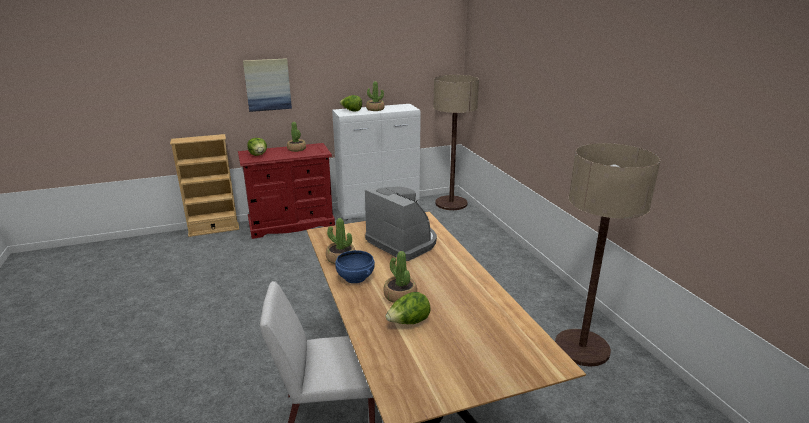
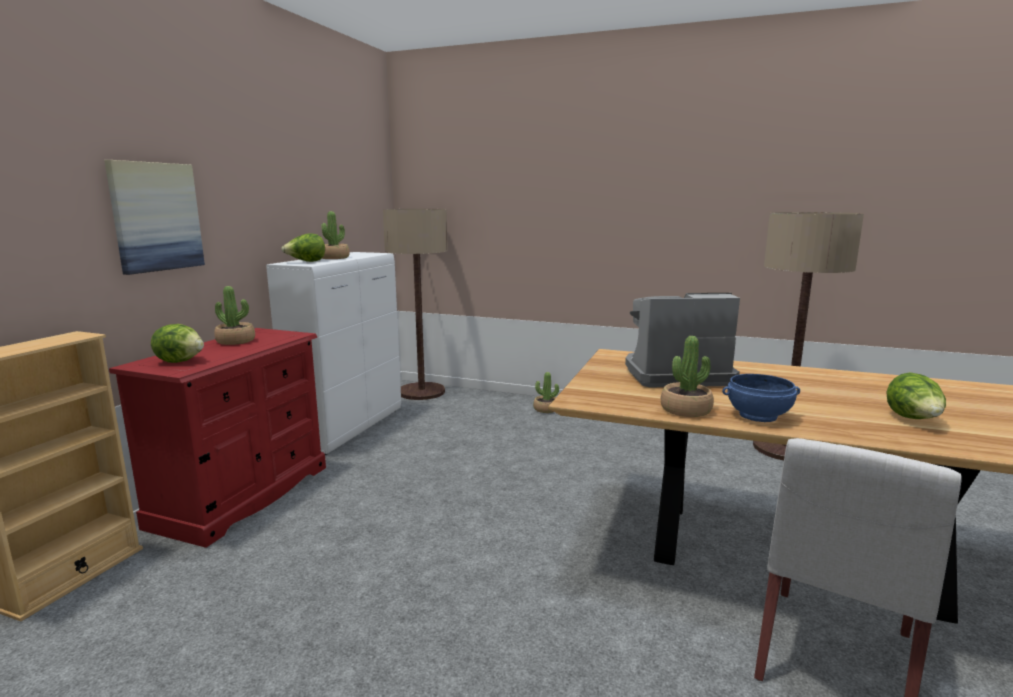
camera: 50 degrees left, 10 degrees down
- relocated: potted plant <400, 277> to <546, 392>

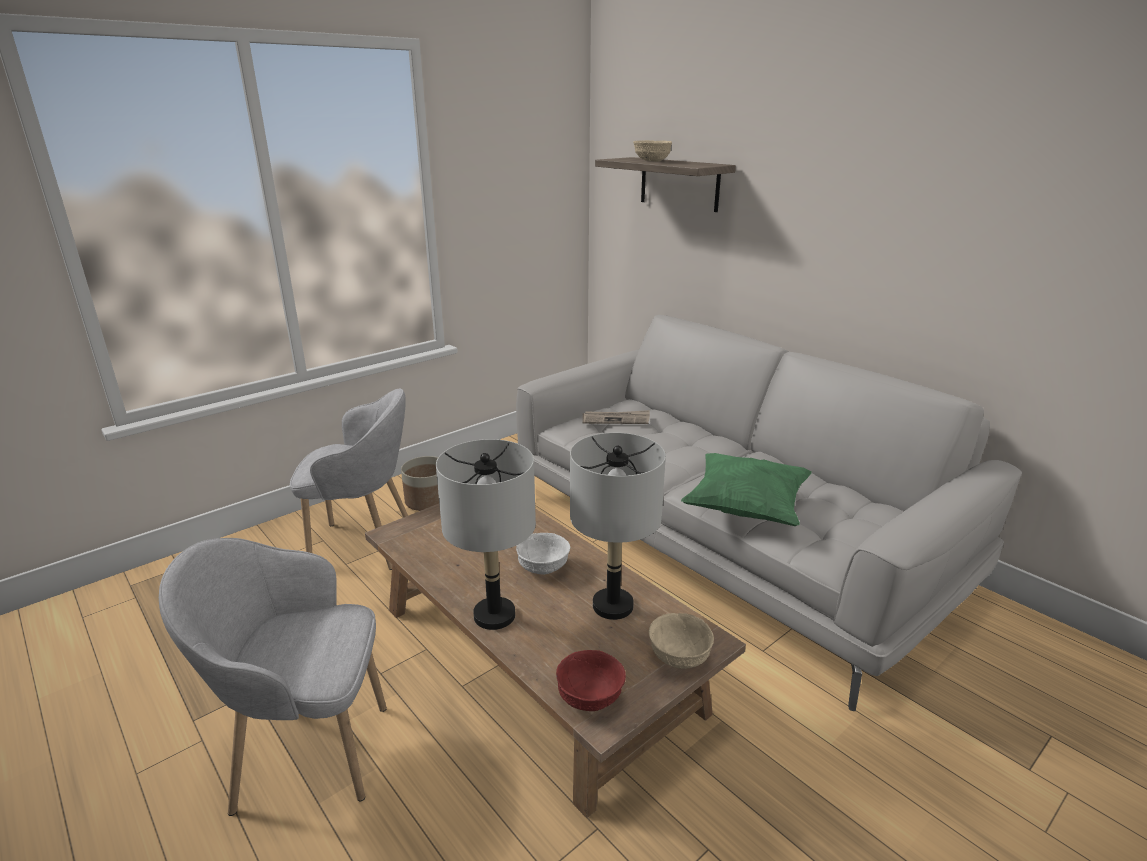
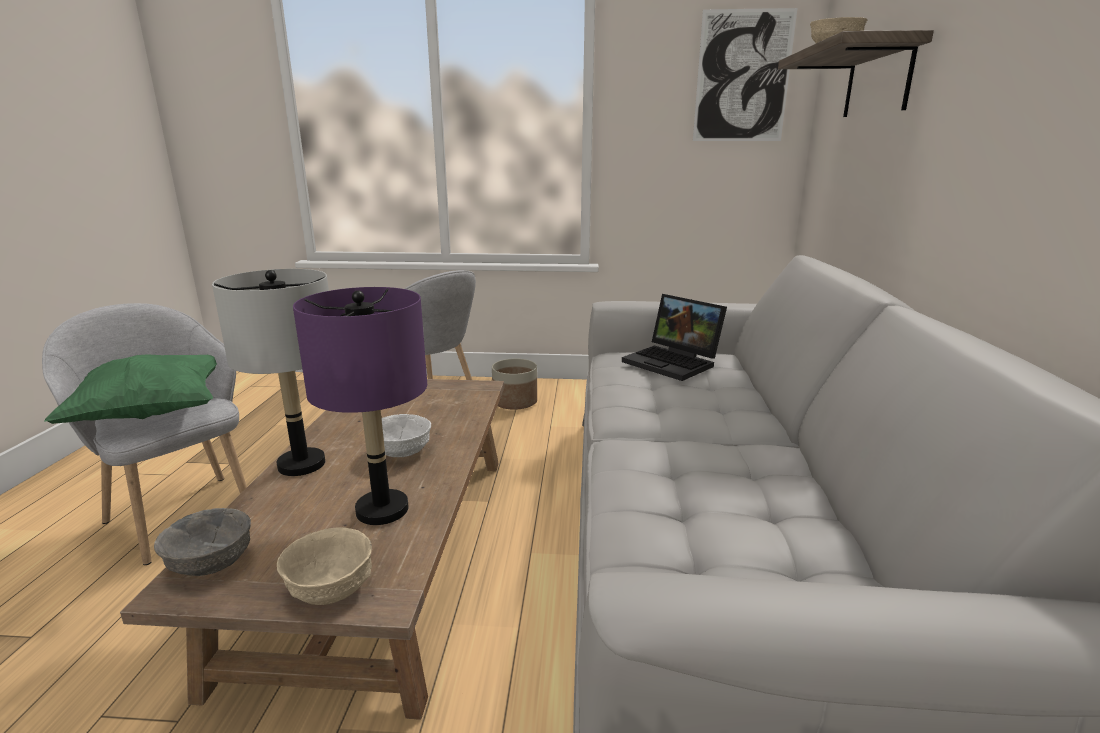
camera: 45 degrees right, 5 degrees down
- appeared: wall art <745, 74>
- relocated: greenish cushion <746, 489> to <130, 389>
- exchanged: daily paper <616, 417> to portable computer <674, 337>
- colour: red-coloured deep dish <591, 680> to gray deep dish <202, 542>
- colour: gray table lamp <618, 526> to purple-coloured table lamp <360, 406>

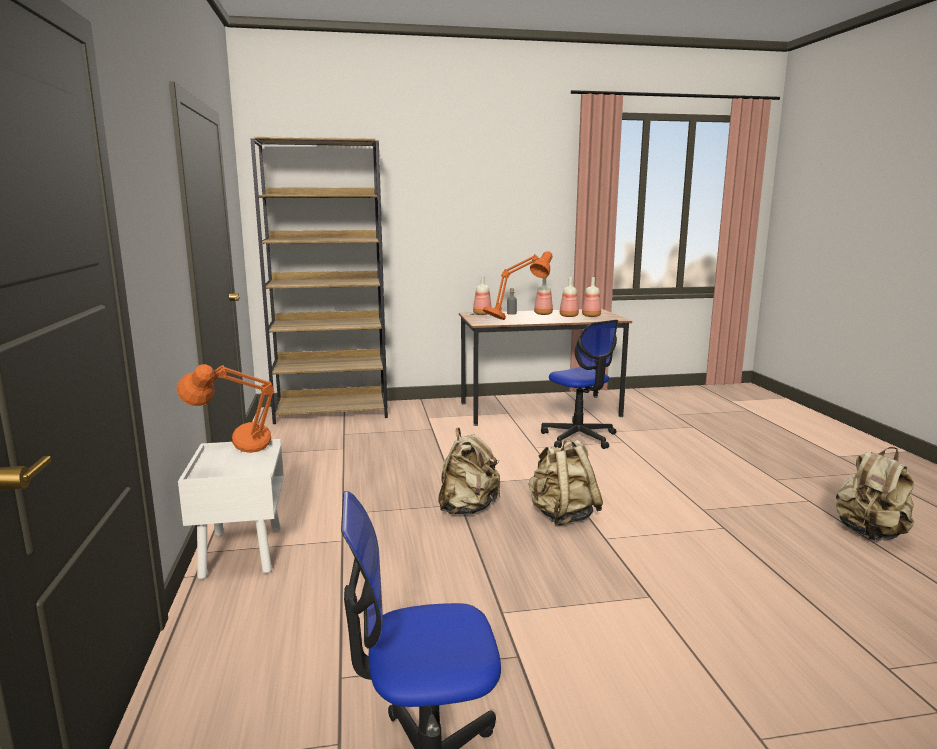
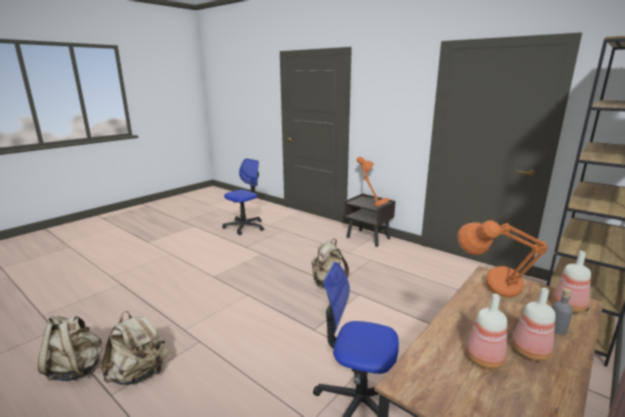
camera: 140 degrees right, 5 degrees up
- missing: beverage bottle <591, 297>
- relocated: beige-coloured knapsack <565, 482> to <134, 348>
- colour: whitish night table <231, 509> to brownish night table <369, 220>

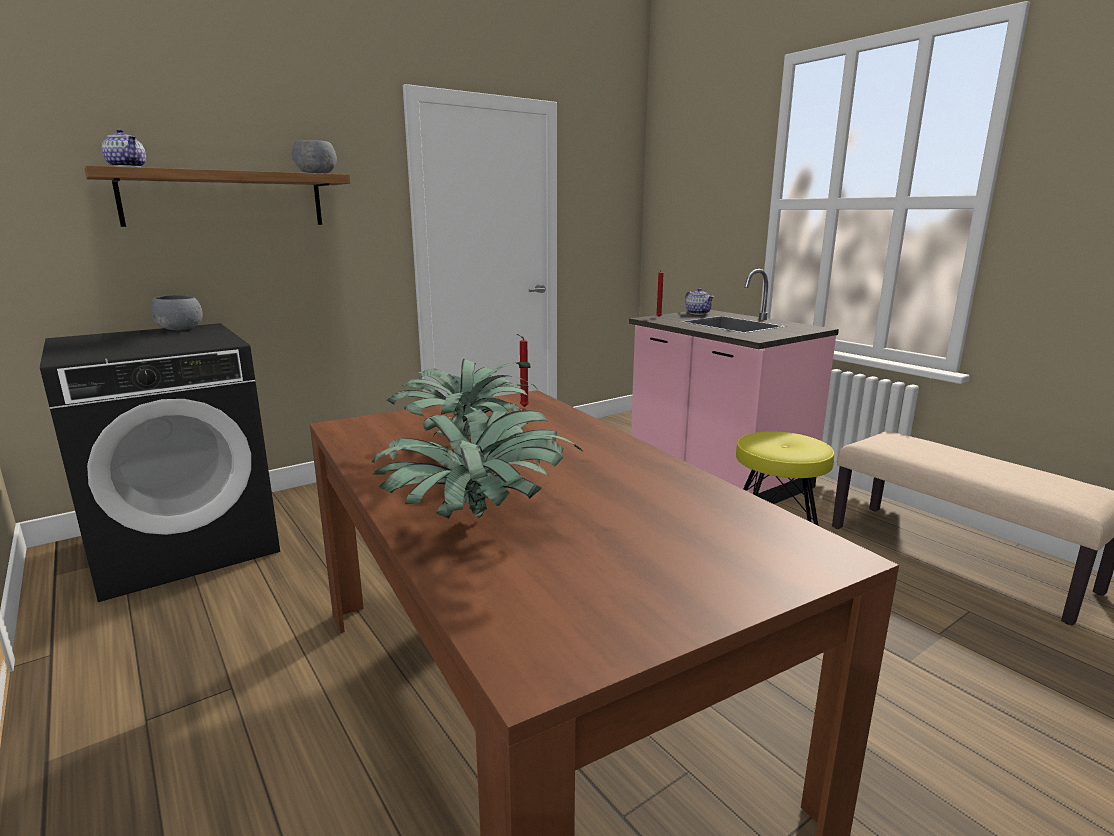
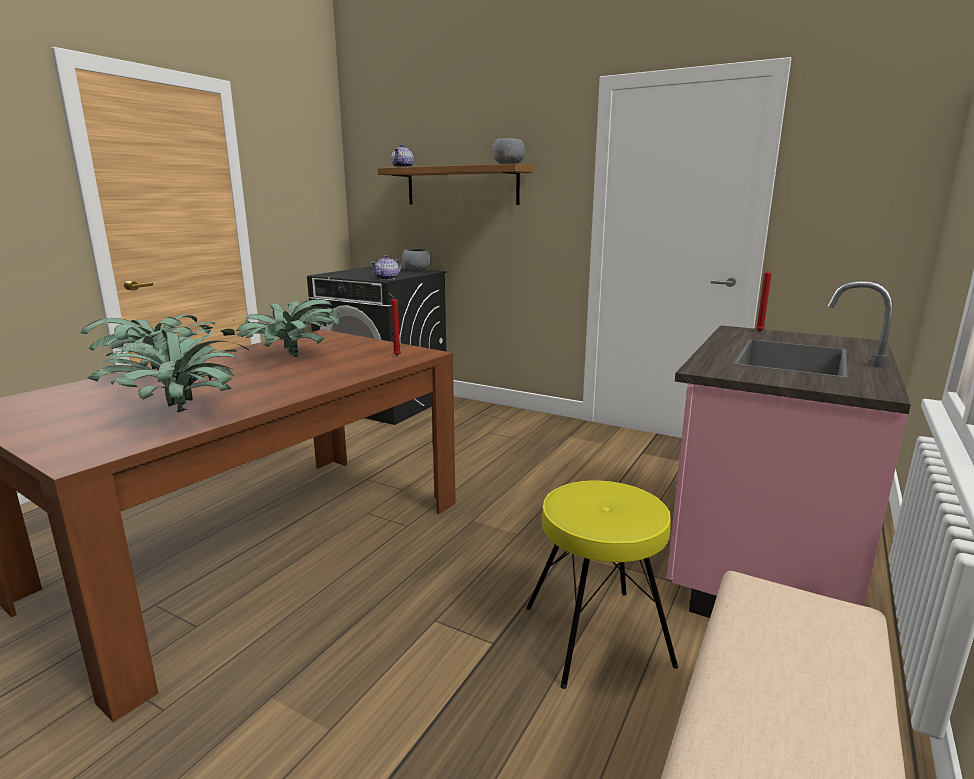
camera: 65 degrees right, 0 degrees up
- appeared: potted plant <169, 370>
- relocated: teapot <699, 301> to <386, 267>

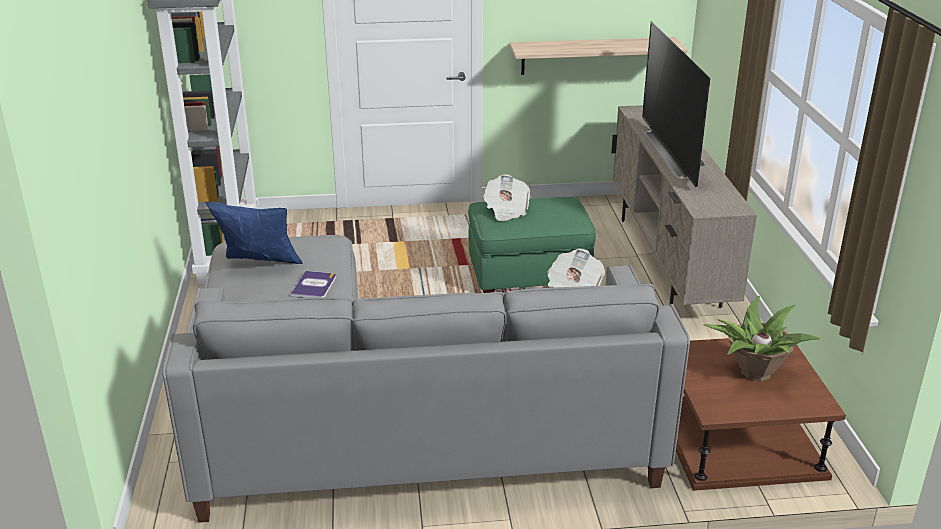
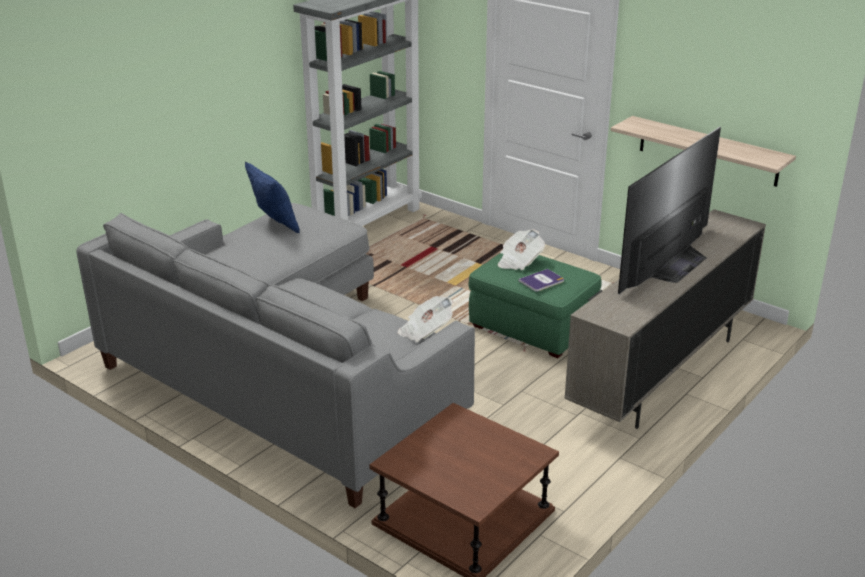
camera: 45 degrees right, 0 degrees up
- missing: potted plant <761, 338>
- relocated: bound book <313, 284> to <541, 280>

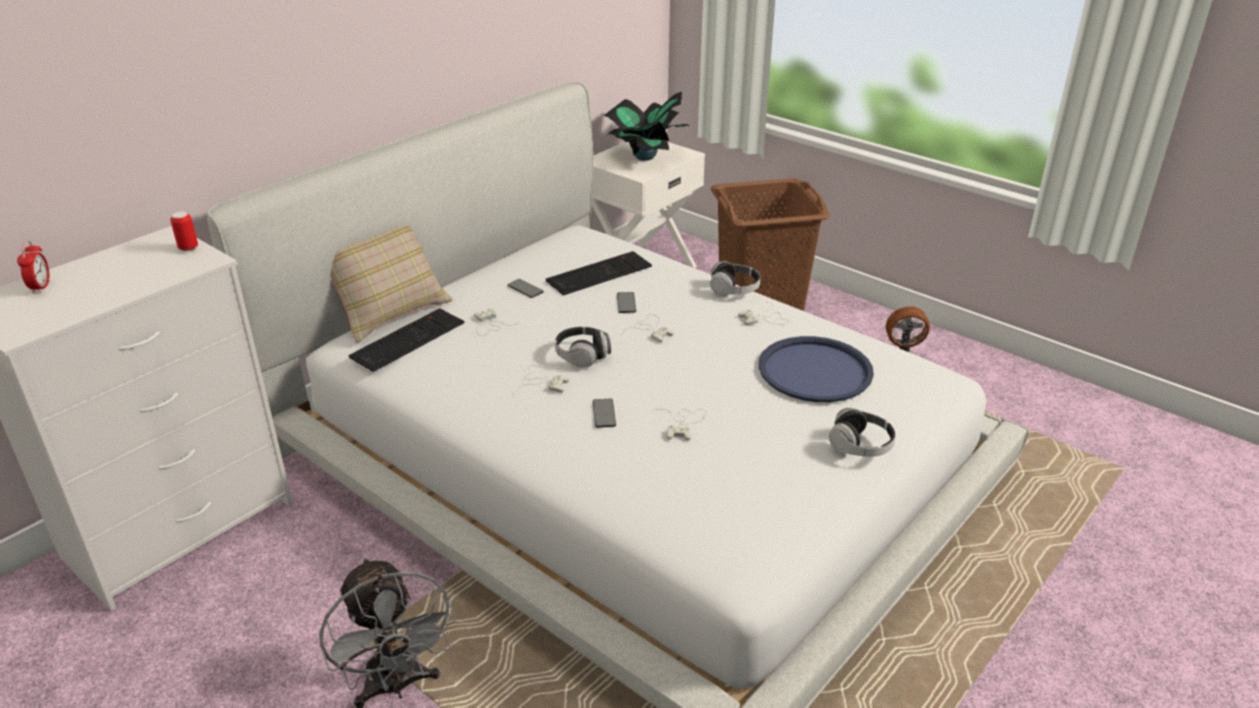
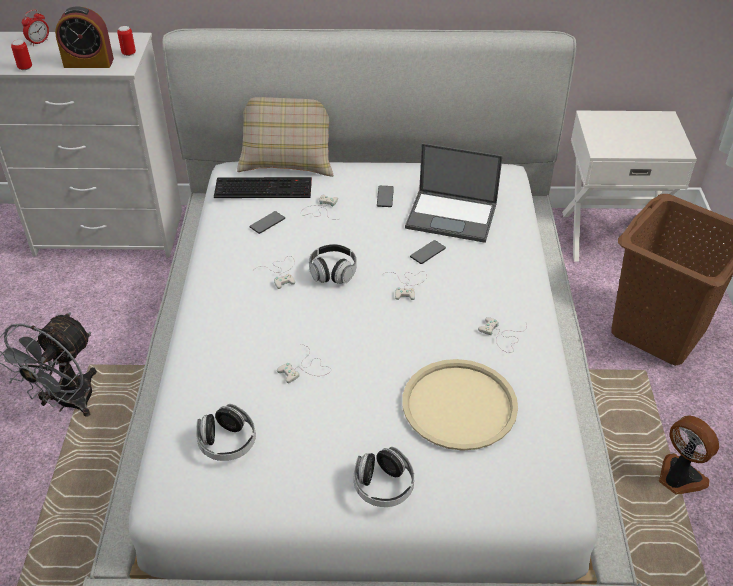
camera: 50 degrees right, 10 degrees up
- missing: potted plant <646, 126>
- appeared: sealed can <21, 55>
- appeared: table clock <84, 37>
- relocated: handset <604, 413> to <267, 222>
- relocated: headset <735, 278> to <226, 432>
- exchanged: keyboard <599, 273> to portable computer <454, 193>
- colour: blue serving tray <816, 369> to beige-coloured serving tray <460, 405>

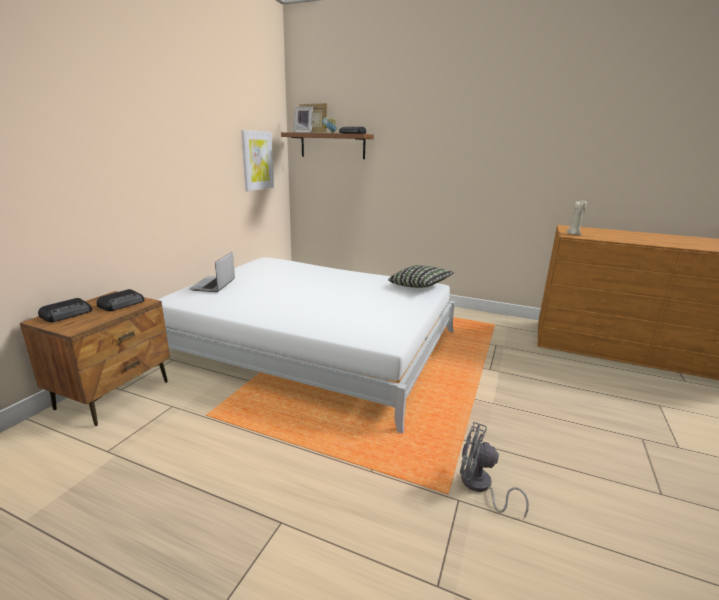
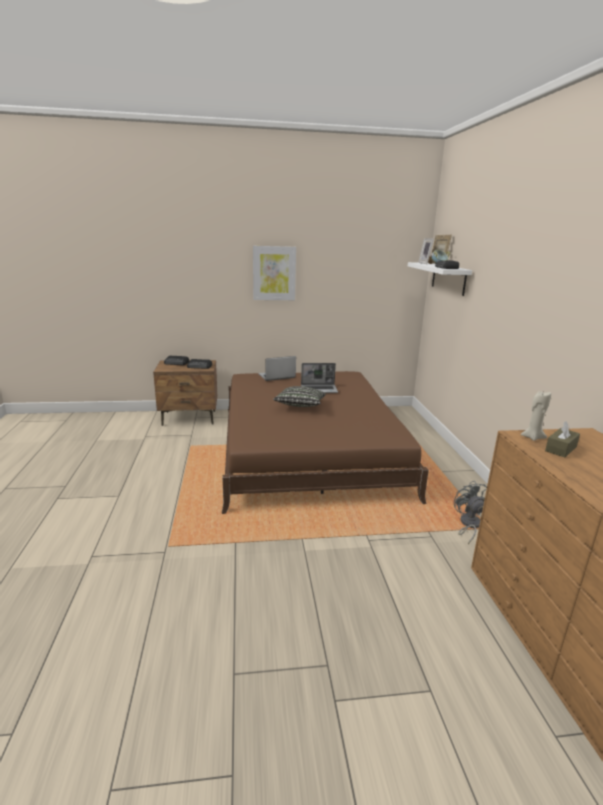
camera: 60 degrees right, 0 degrees up
- appeared: portable computer <319, 378>
- appeared: brownish tissue box <562, 439>
- relocated: wall art <257, 160> to <274, 273>
- relocated: cushion <421, 276> to <299, 396>
- relocated: gray electric fan <494, 470> to <470, 512>
- colour: whitish sleeping bed <306, 345> to brownish sleeping bed <325, 442>
- colour: brownish shelf <327, 145> to whitish shelf <440, 279>

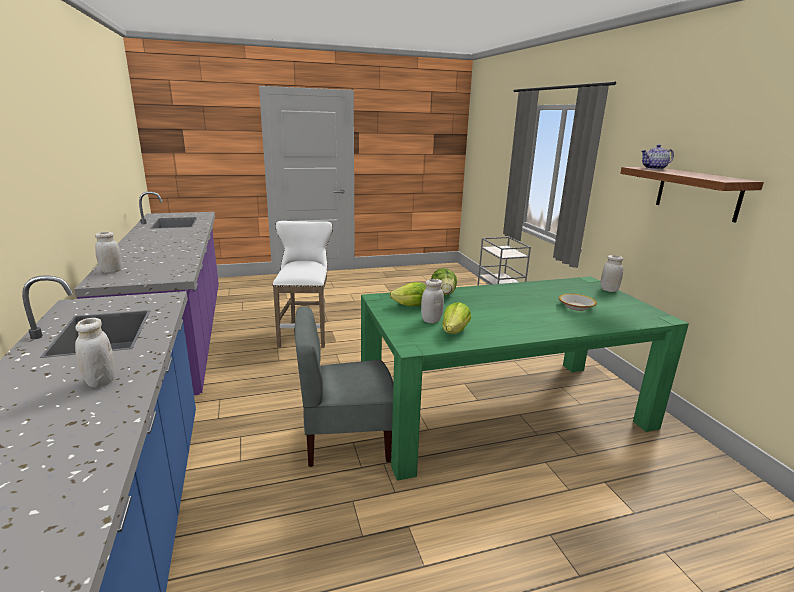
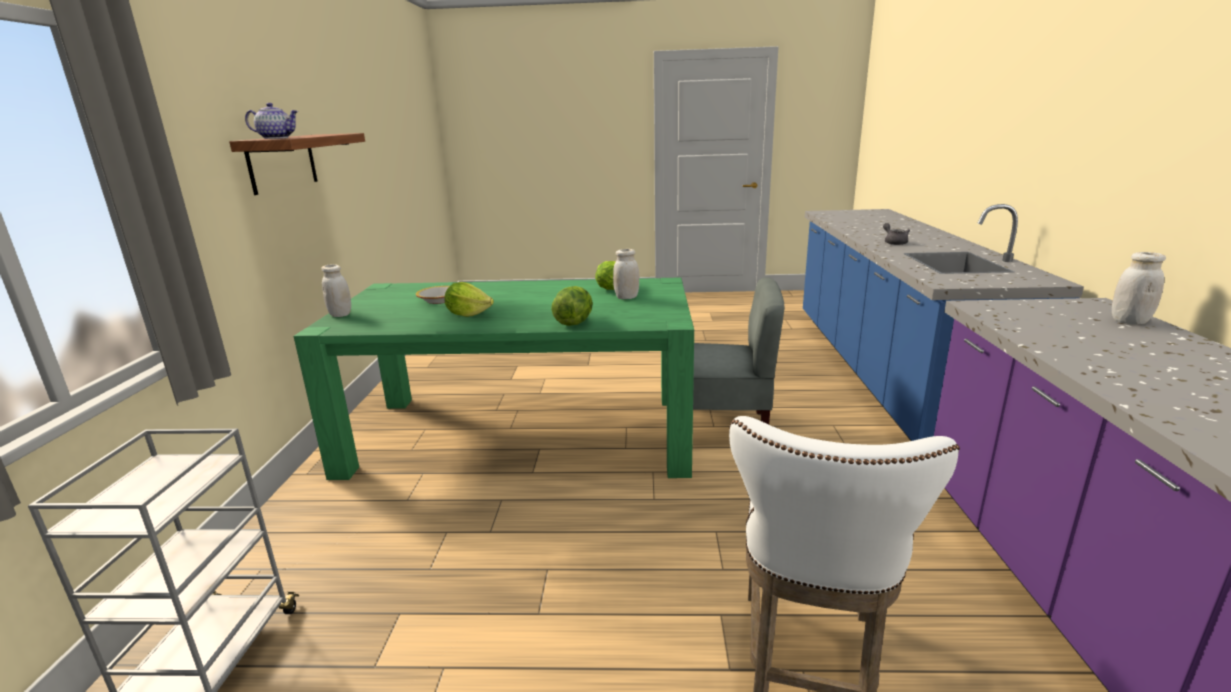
camera: 160 degrees left, 0 degrees up
- relocated: lettuce head <408, 294> to <469, 299>
- exchanged: whitish storage jar <95, 353> to gray teapot <896, 234>

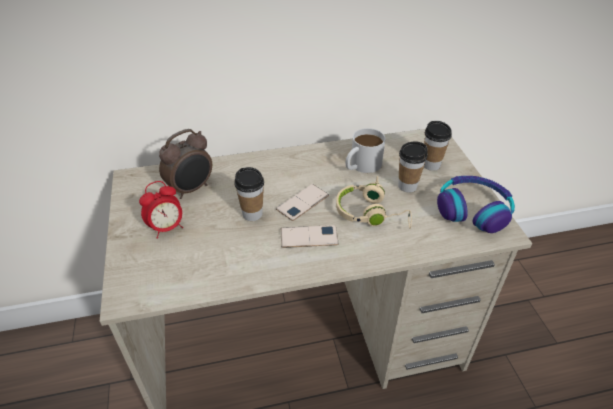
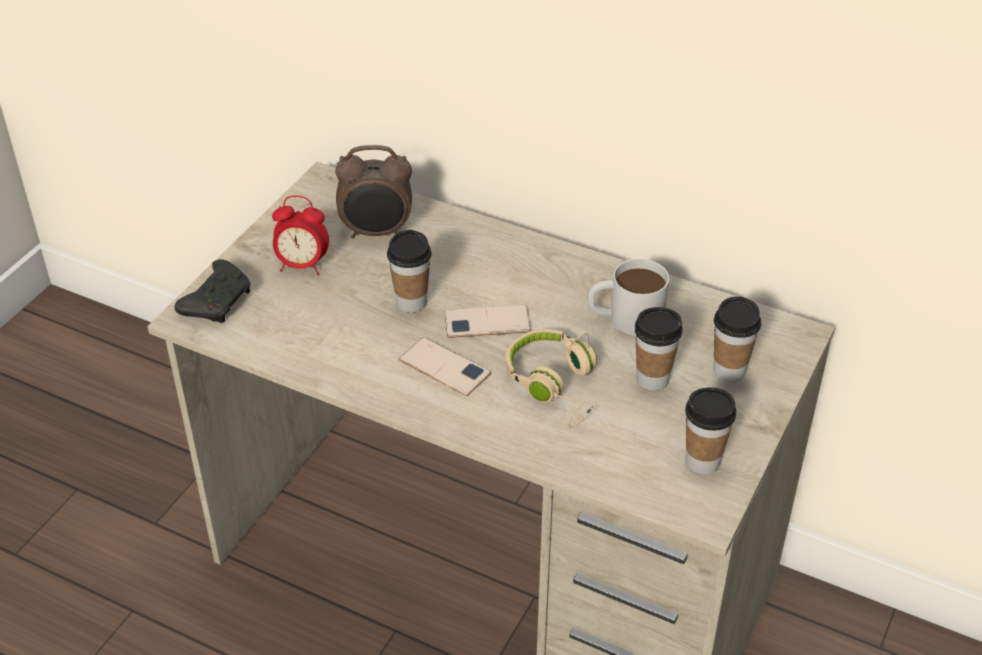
camera: 40 degrees right, 0 degrees up
- appeared: black joypad <212, 291>
- exchanged: headset <476, 204> to cup <710, 430>

